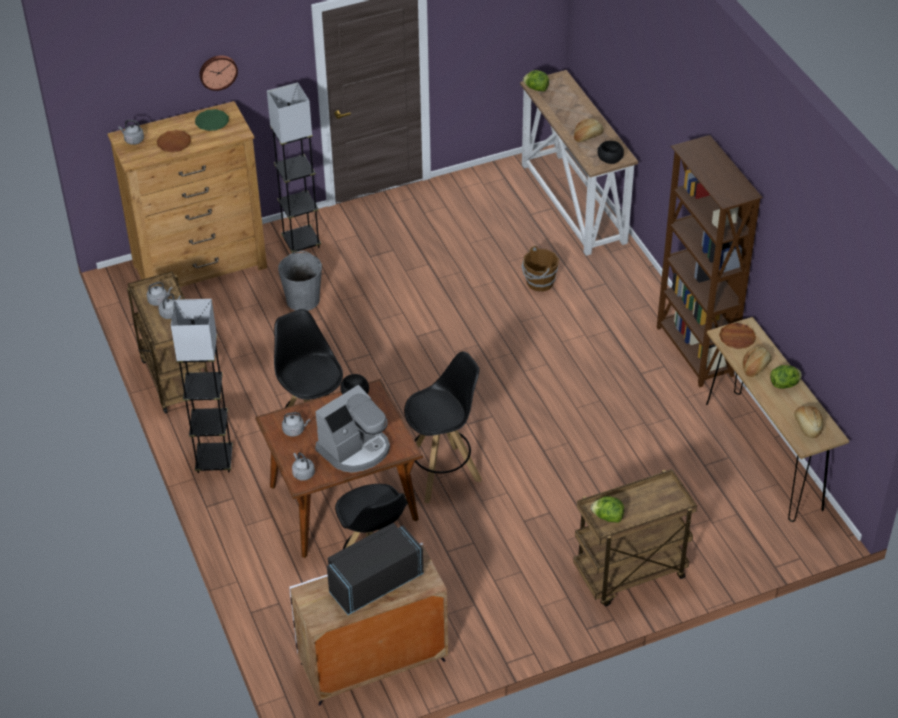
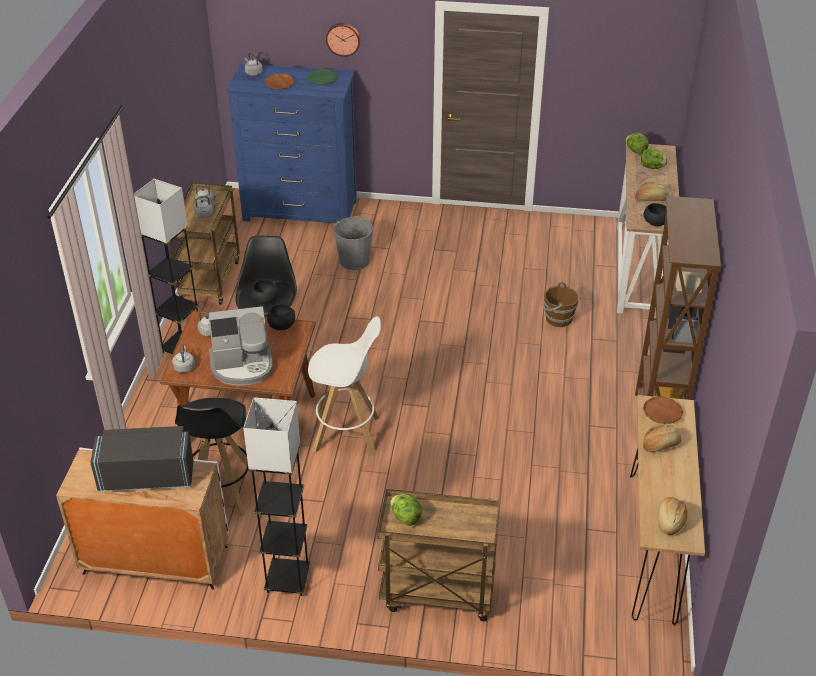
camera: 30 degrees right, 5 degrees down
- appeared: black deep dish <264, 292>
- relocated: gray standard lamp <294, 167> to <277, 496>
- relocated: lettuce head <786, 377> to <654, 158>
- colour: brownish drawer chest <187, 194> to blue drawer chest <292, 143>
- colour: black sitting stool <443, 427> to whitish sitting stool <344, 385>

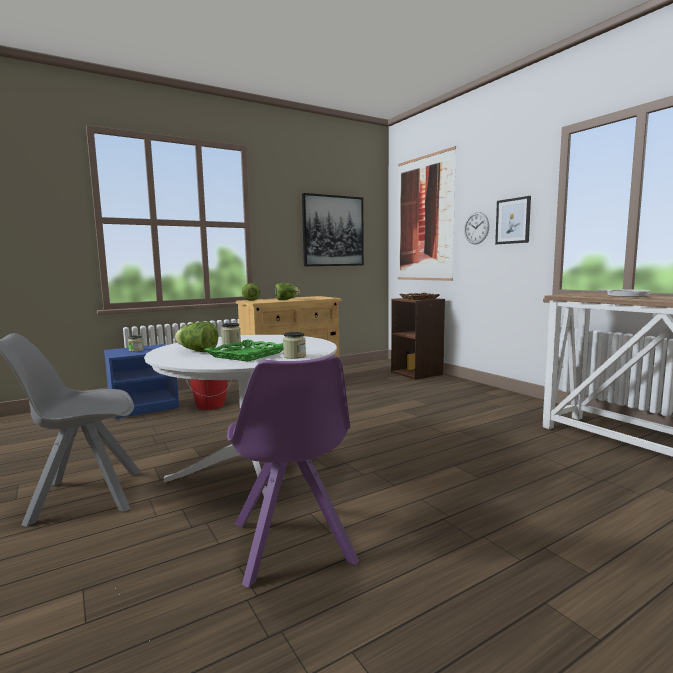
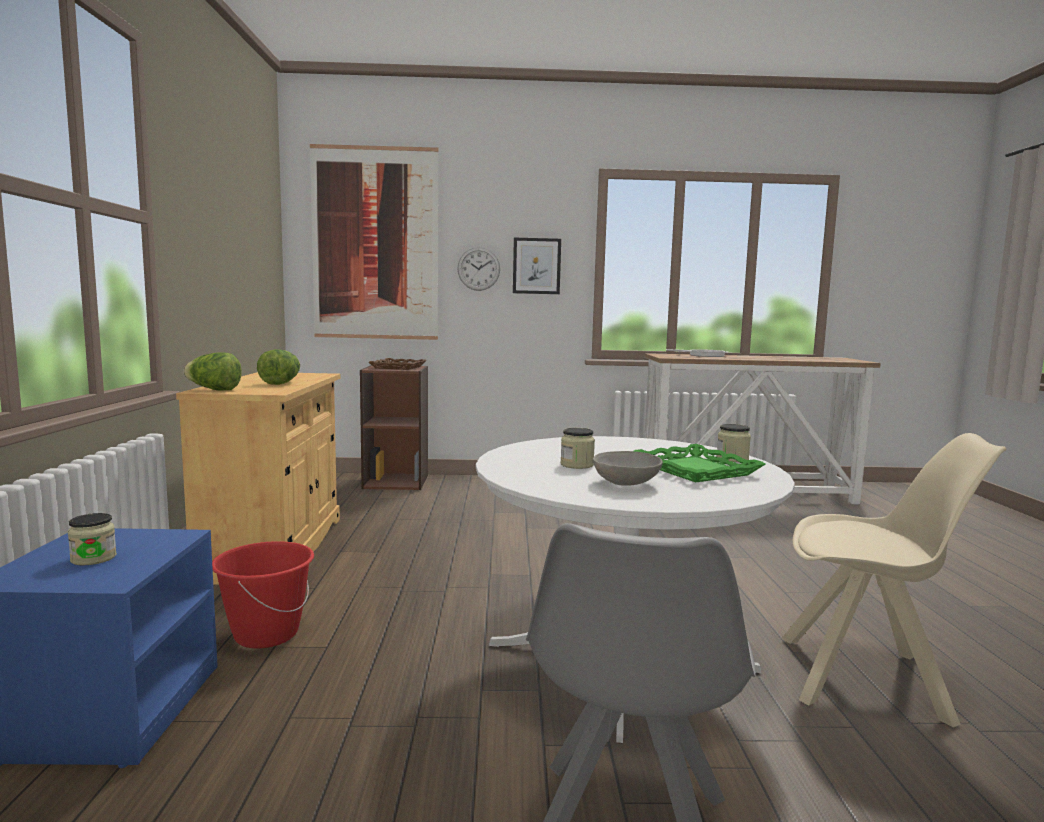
camera: 60 degrees left, 0 degrees up
- missing: wall art <333, 229>
- exchanged: lettuce head <196, 337> to gray deep dish <628, 468>
- colour: purple-coloured upright chair <293, 471> to beige-coloured upright chair <894, 580>

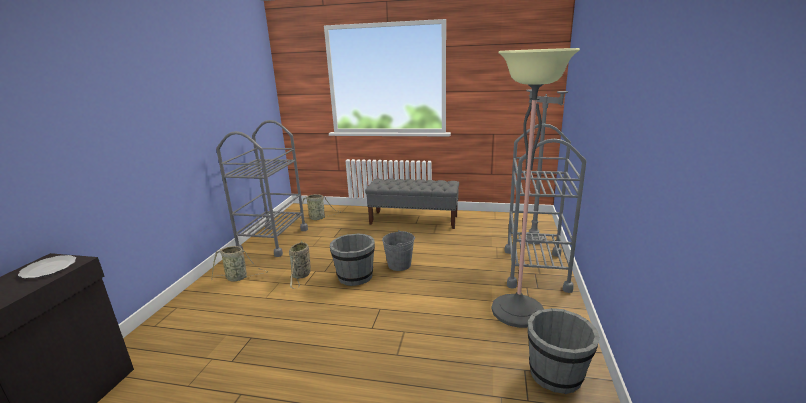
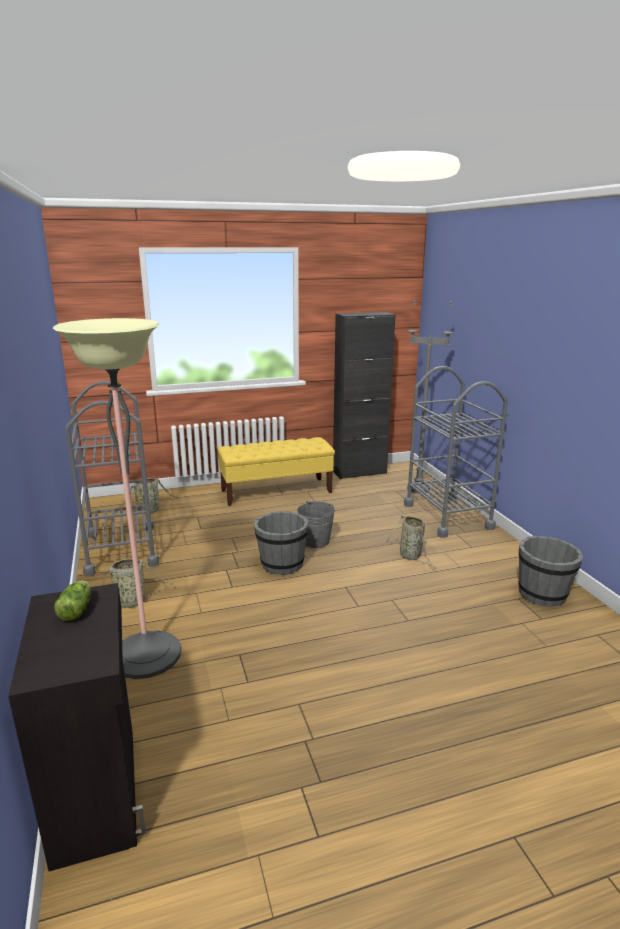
camera: 30 degrees left, 0 degrees up
- appeared: black cabinet <364, 396>
- relocated: storage basket <300, 265> to <410, 541>
- relocated: standard lamp <536, 188> to <117, 498>
- exchanged: plate <47, 267> to lettuce head <72, 601>
- colour: gray long seat <412, 204> to yellowish long seat <276, 471>

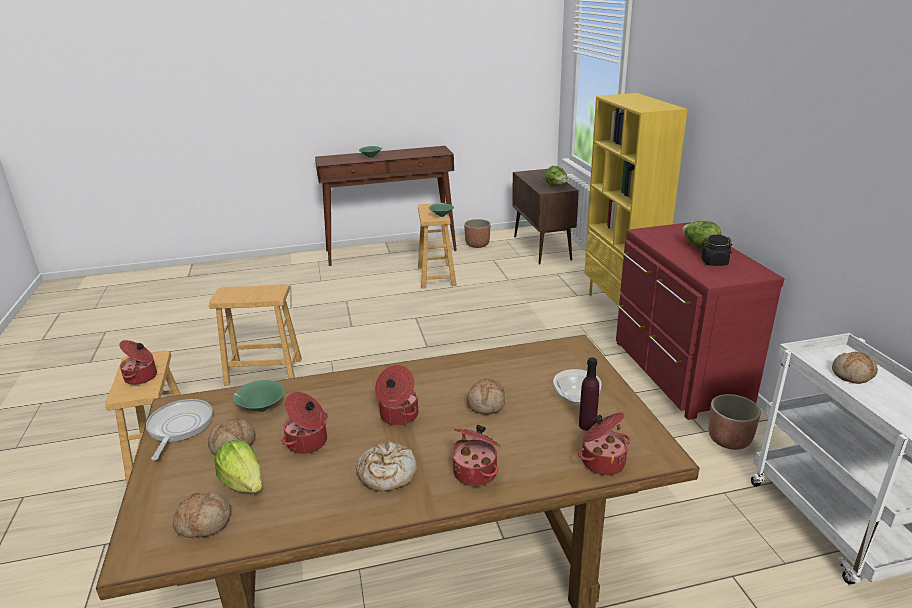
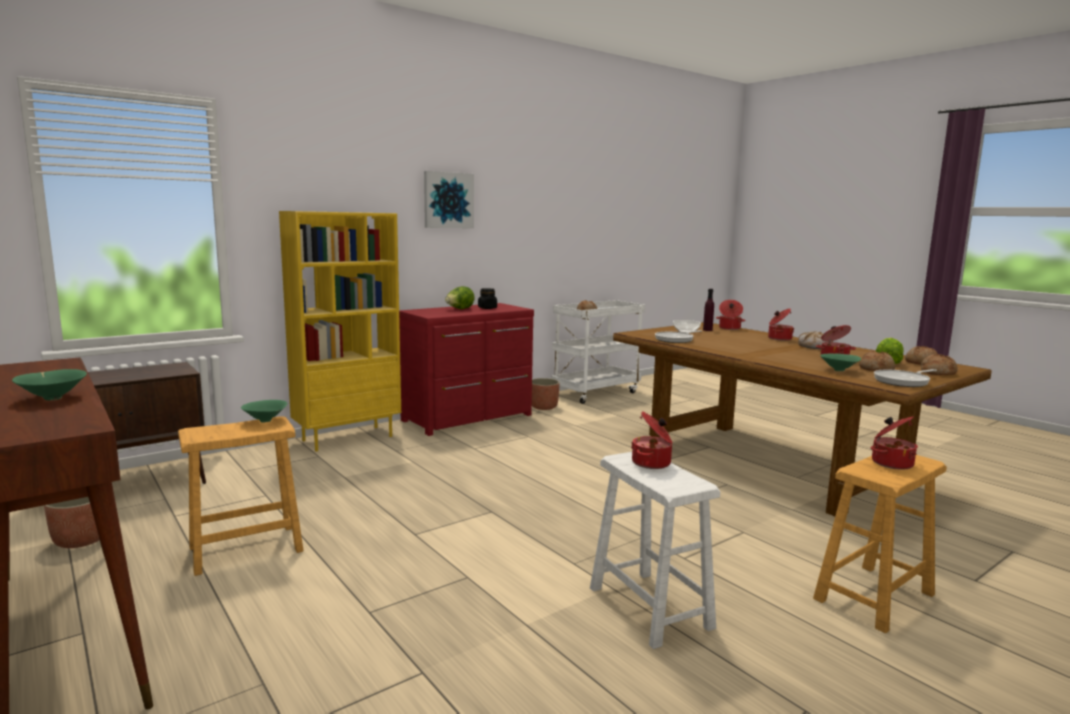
camera: 115 degrees left, 15 degrees down
- missing: lettuce head <556, 176>
- appeared: wall art <449, 199>
- appeared: pan <678, 336>
- relocated: cooking pot <396, 395> to <651, 440>
- relocated: baked bread <486, 396> to <939, 364>
- colour: brownish sitting stool <255, 335> to whitish sitting stool <655, 550>

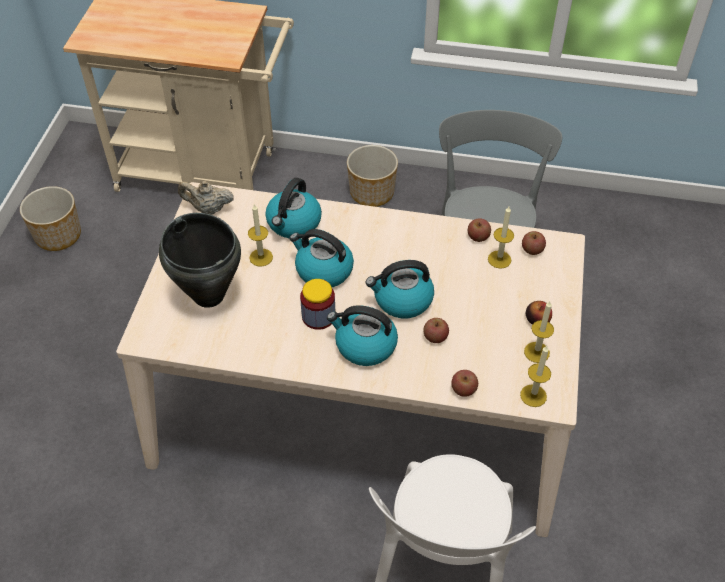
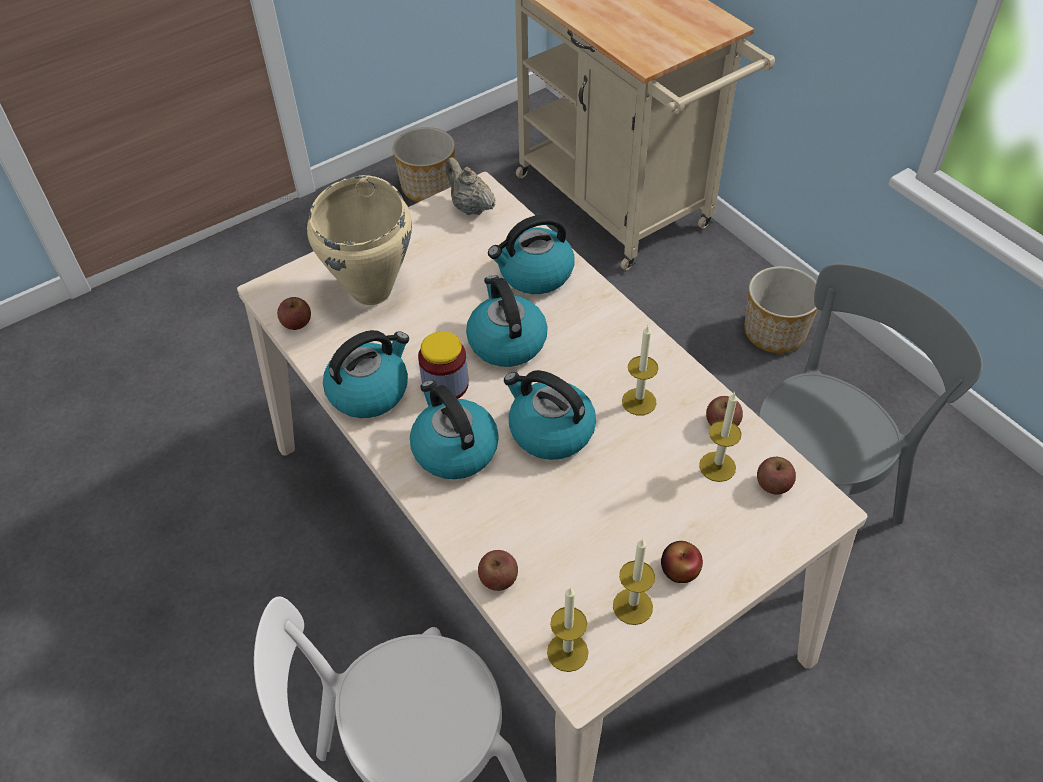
camera: 45 degrees right, 0 degrees up
- appeared: kettle <366, 374>
- relocated: wax candle <260, 235> to <640, 370>
- relocated: apple fruit <436, 330> to <294, 313>
- colour: black cooking pot <200, 260> to beige-coloured cooking pot <359, 240>

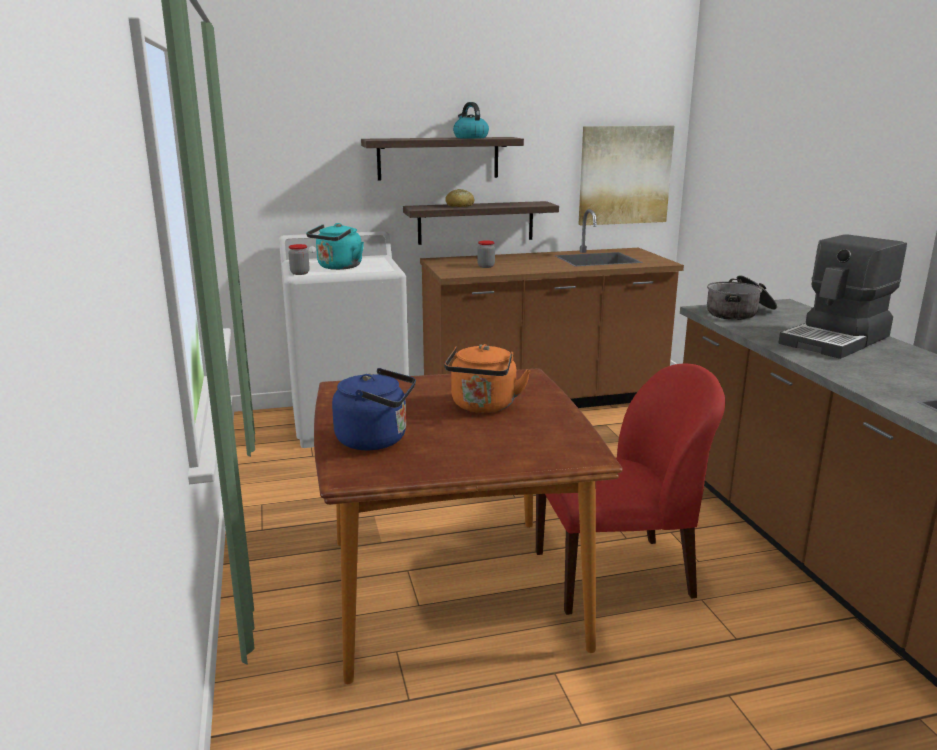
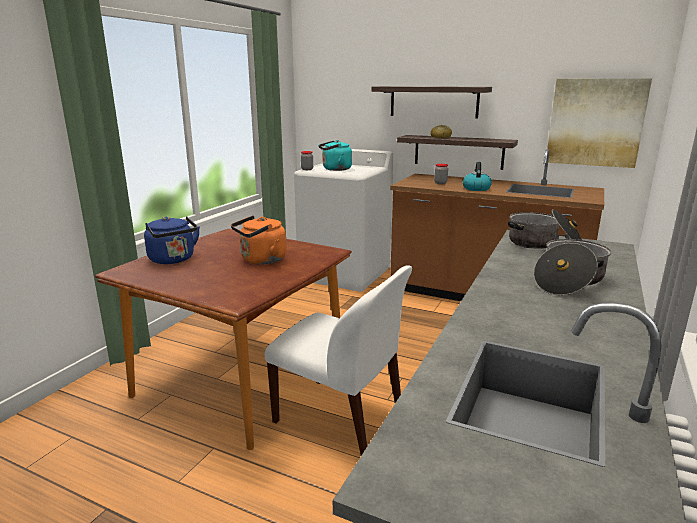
camera: 40 degrees right, 0 degrees up
- relocated: kettle <471, 120> to <477, 176>
- exchanged: coffee brewer <842, 296> to cooking pot <572, 265>
- colour: red-coloured upright chair <630, 489> to whitish upright chair <338, 360>

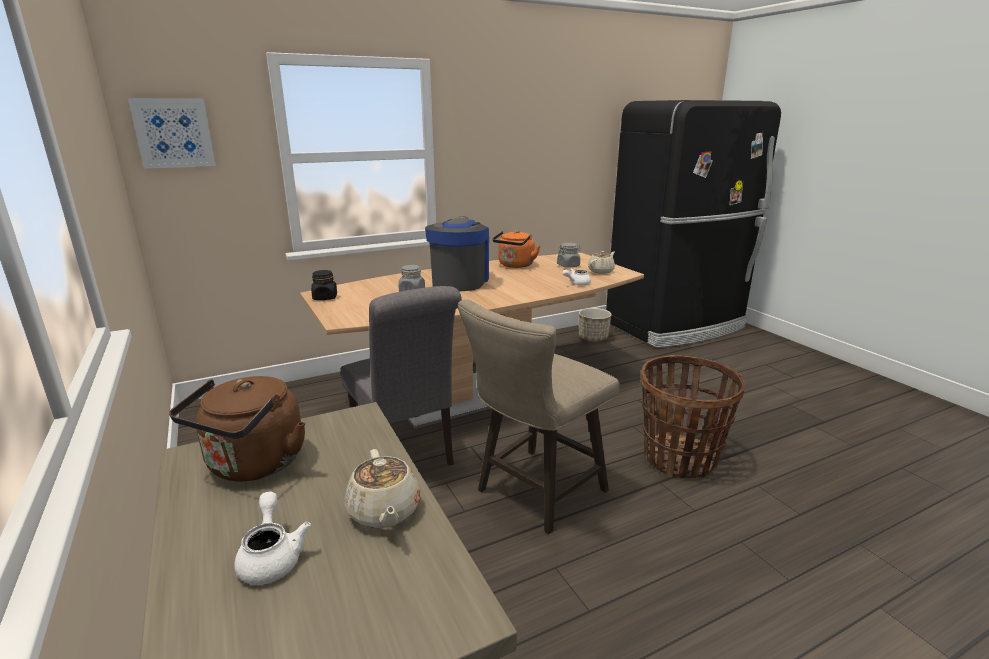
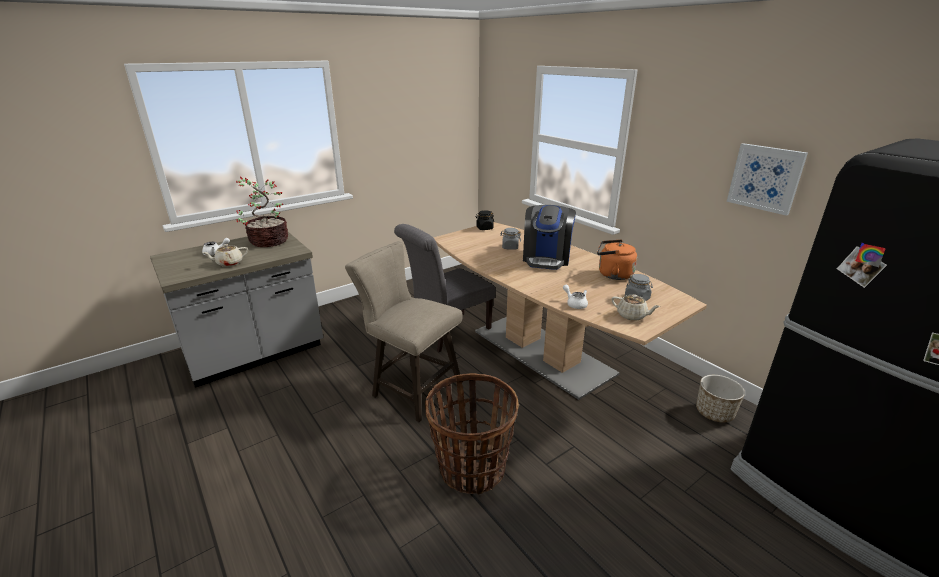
camera: 80 degrees right, 5 degrees up
- relocated: wall art <172, 133> to <767, 179>
- exchanged: brownish kettle <237, 428> to potted plant <262, 211>
- spun: coffee brewer <457, 254> = <549, 237> 105 degrees clockwise

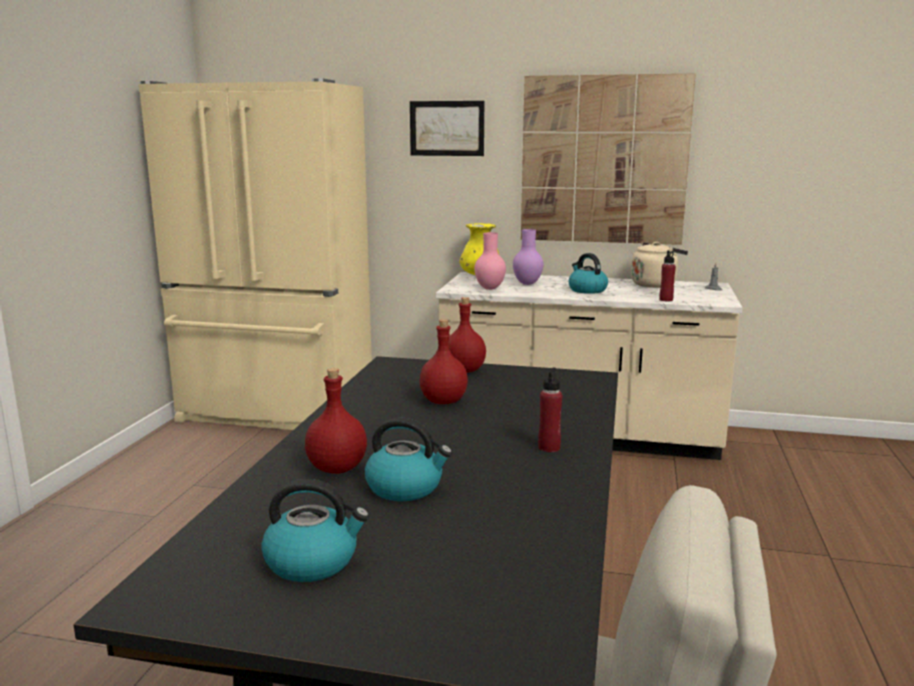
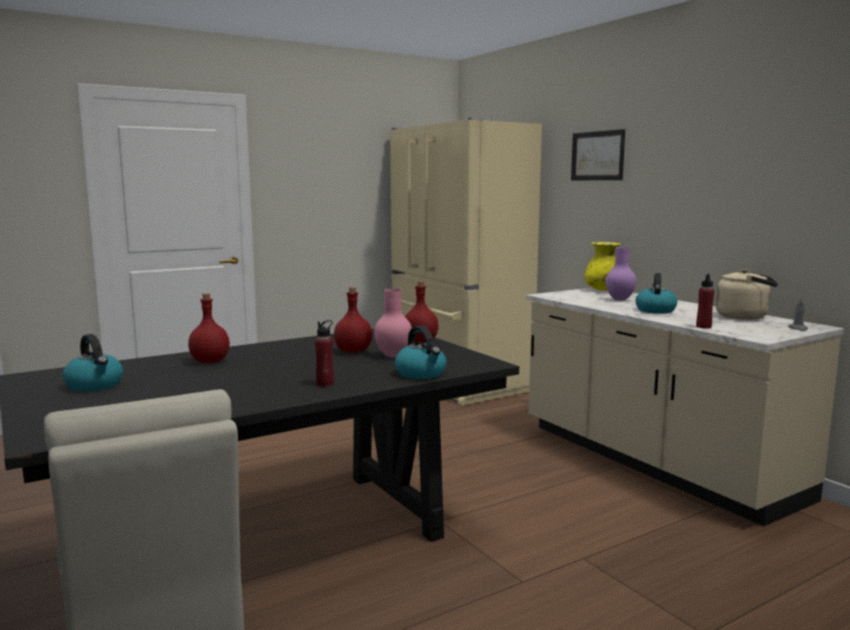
camera: 45 degrees right, 5 degrees down
- missing: wall art <608, 159>
- relocated: kettle <408, 459> to <421, 352>
- relocated: pinkish decorative vase <490, 261> to <393, 323>

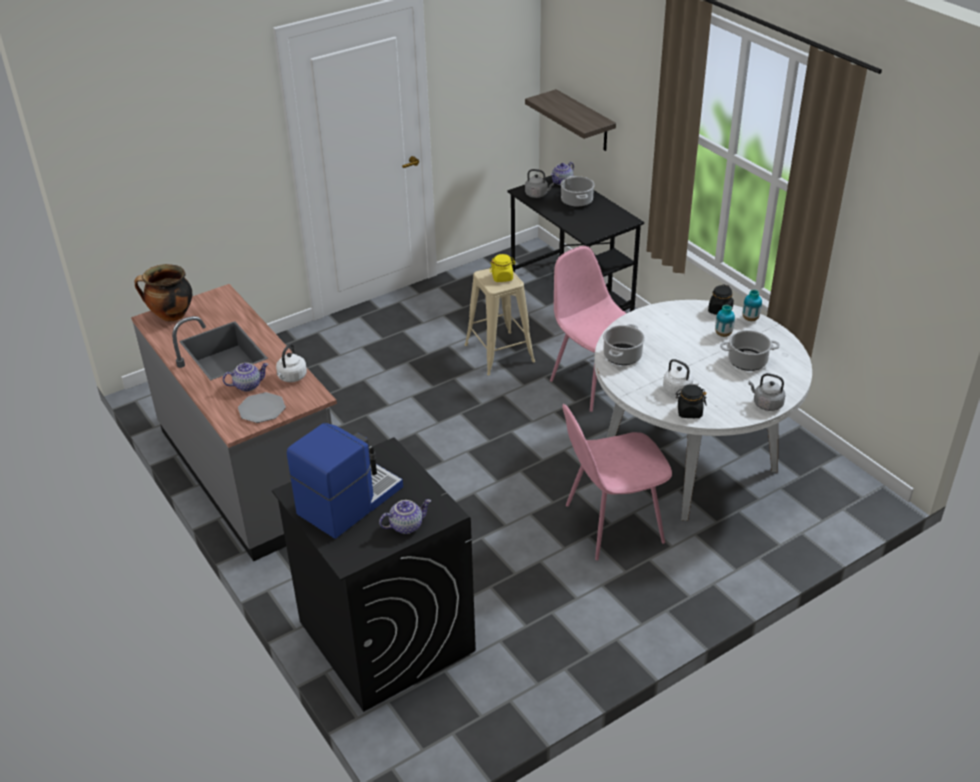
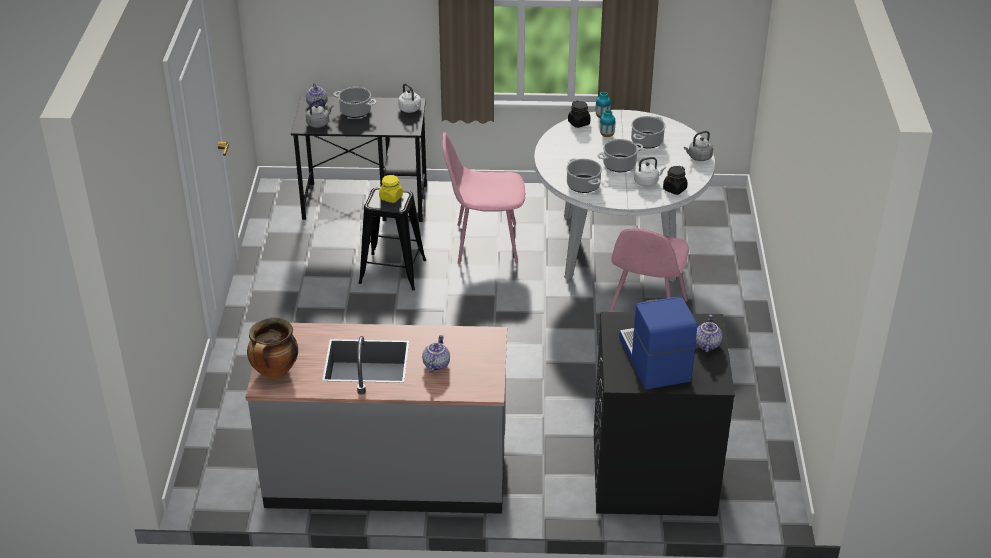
camera: 55 degrees left, 0 degrees up
- missing: plate <262, 407>
- missing: shelf <570, 120>
- appeared: cooking pot <620, 155>
- relocated: whitish kettle <291, 362> to <409, 98>
- colour: beige-coloured sitting stool <500, 322> to black sitting stool <392, 239>

